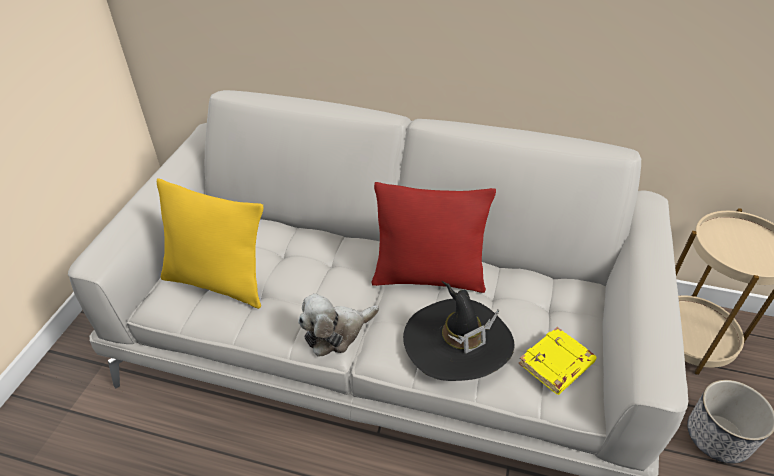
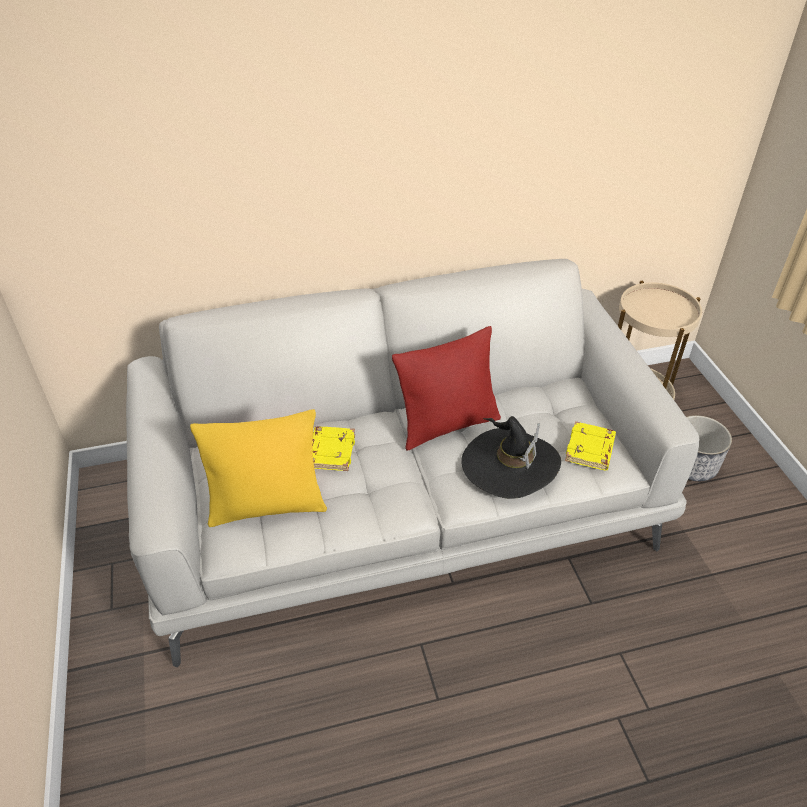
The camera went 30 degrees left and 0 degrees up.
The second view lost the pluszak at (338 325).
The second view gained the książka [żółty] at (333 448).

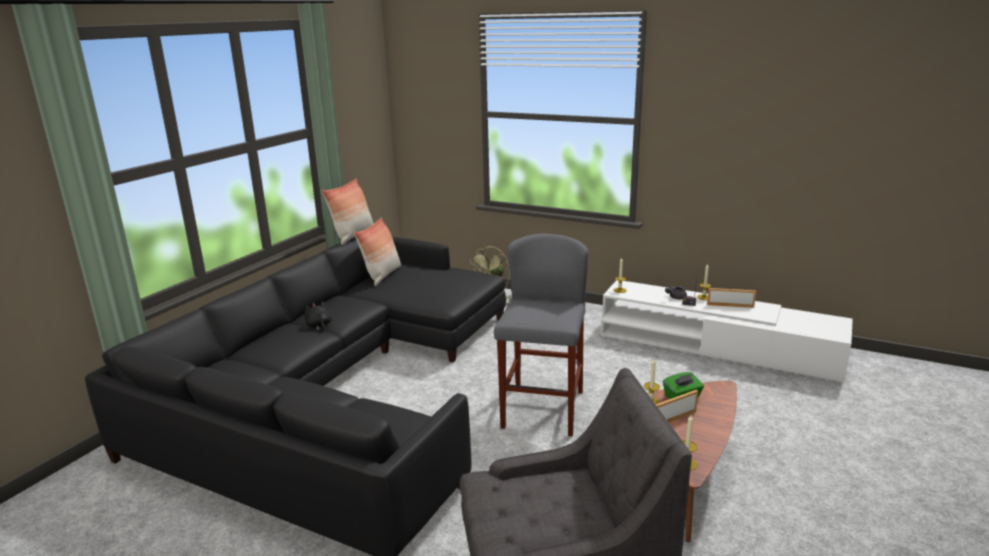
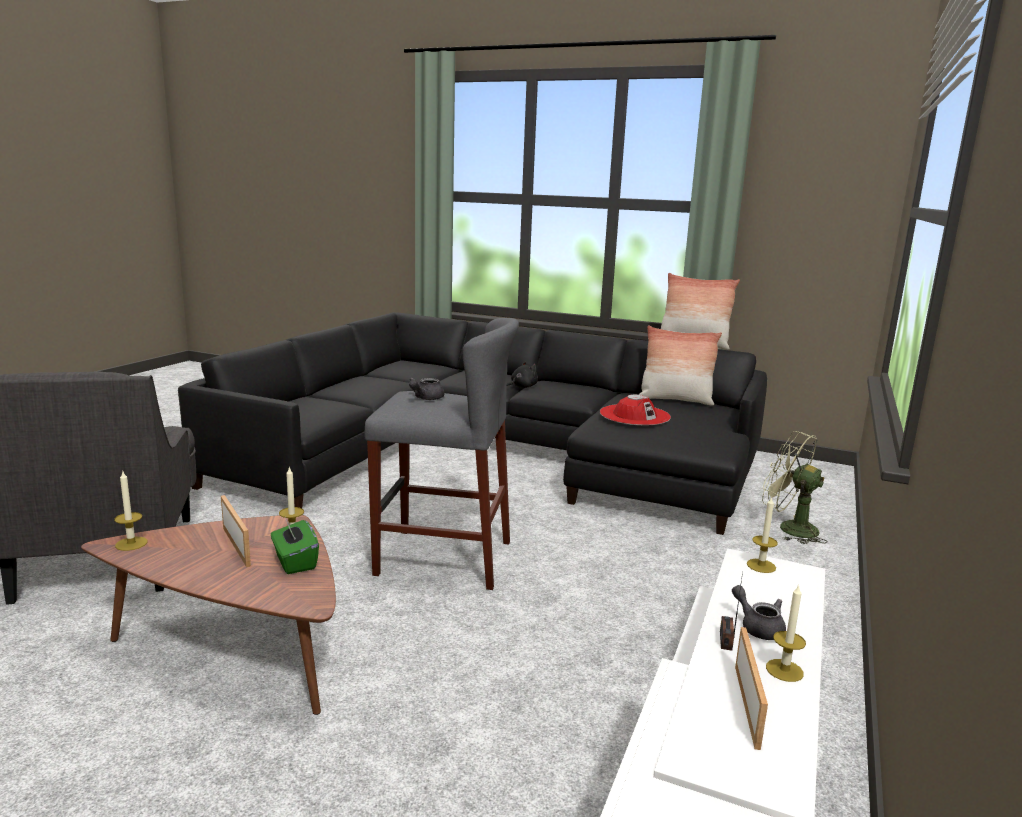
The camera went 85 degrees right and 5 degrees down.
The second view gained the imbryk [szary] at (427 389).
The second view gained the kapelusz [czerwony] at (635 410).

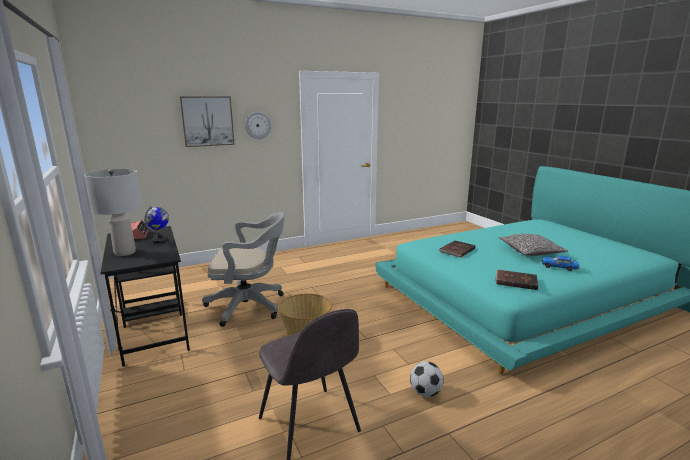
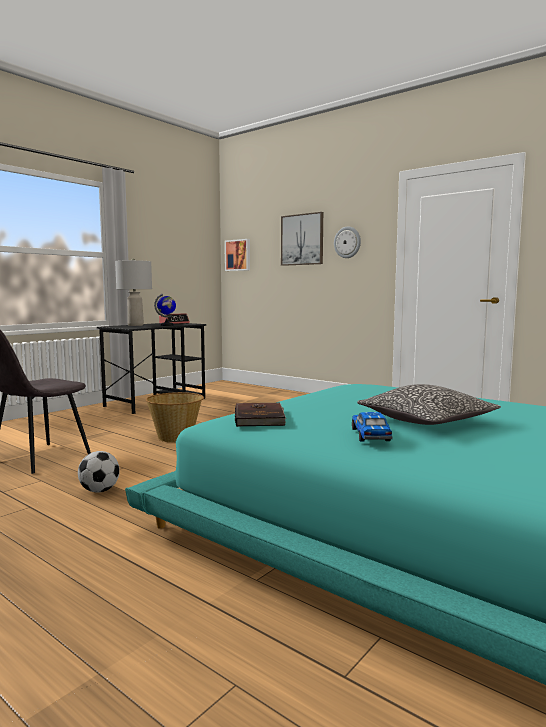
The camera went 65 degrees right and 10 degrees down.
The second view lost the krzesło biurowe [szary] at (243 269).
The second view lost the książka [brązowy] at (456 249).
The second view gained the obraz at (237 255).

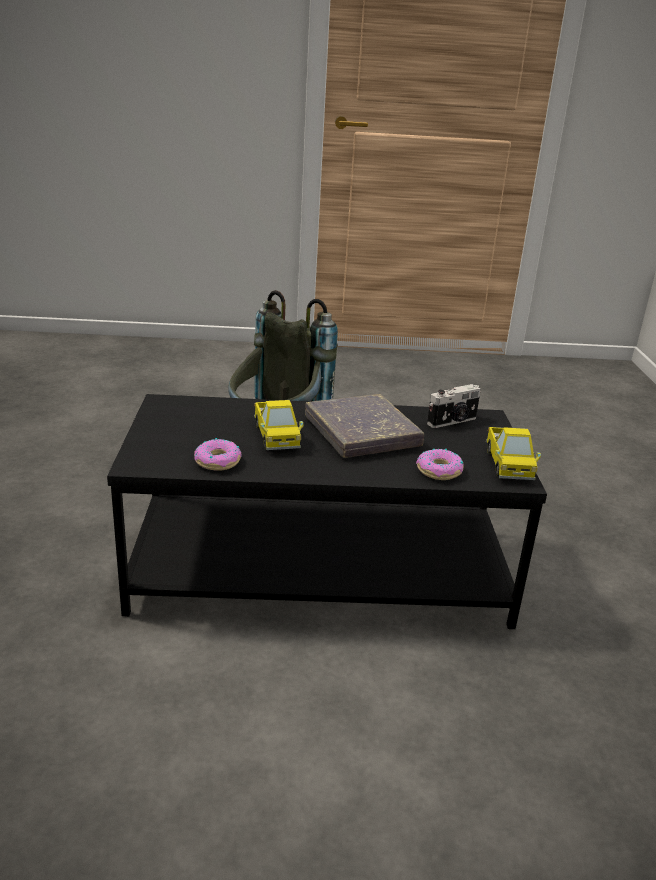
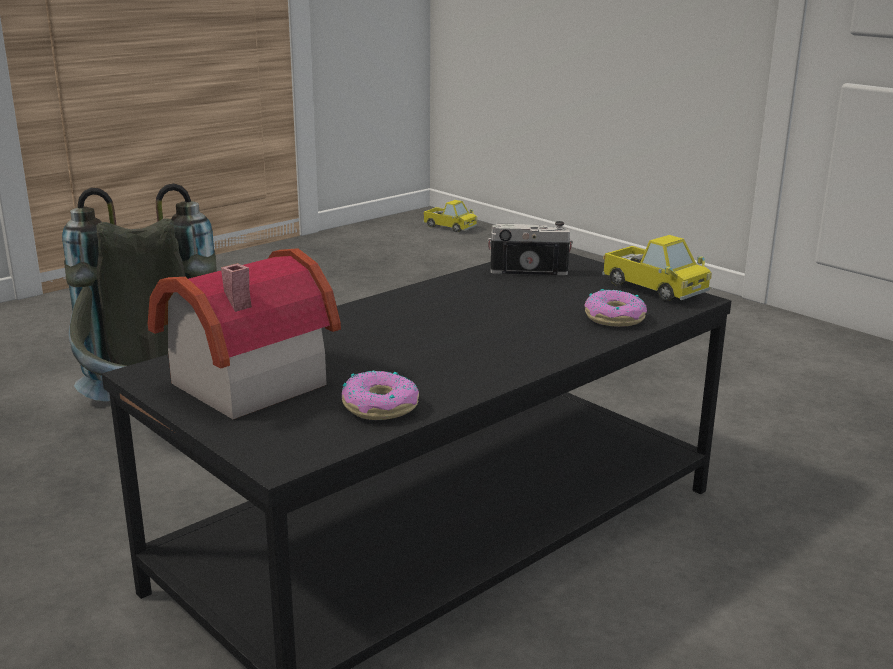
The camera went 40 degrees left and 5 degrees down.
The ciężarówka zabawkowa ended up elsewhere, having gone from (278 425) to (450 216).
The second view lost the książka [szary] at (364 426).
The aparat fotograficzny at (453 406) ended up facing another way, 105 degrees counterclockwise from before.
The second view gained the domek at (244 333).

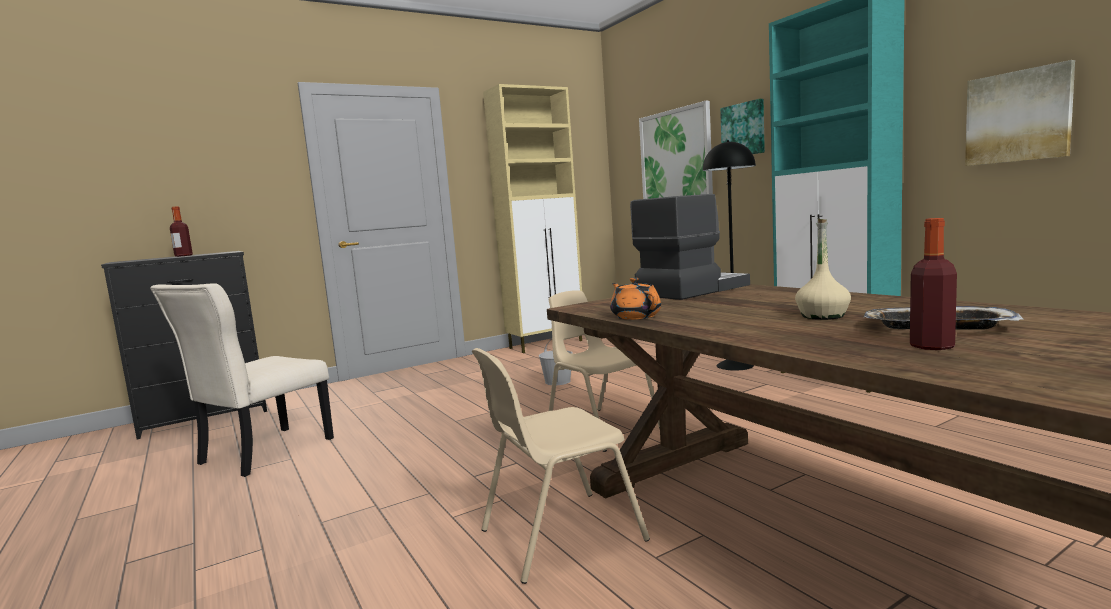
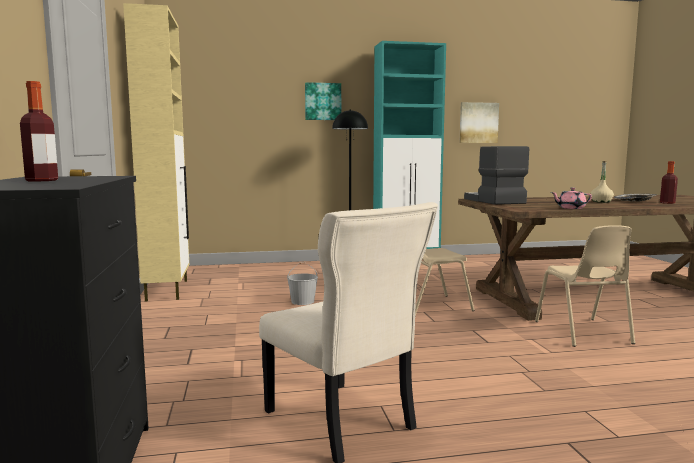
The camera went 70 degrees left and 0 degrees up.
What was the imbryk [pomarańczowy] at (635 299) turned into the imbryk [różowy] at (571 198).
The second view lost the obraz at (676 150).

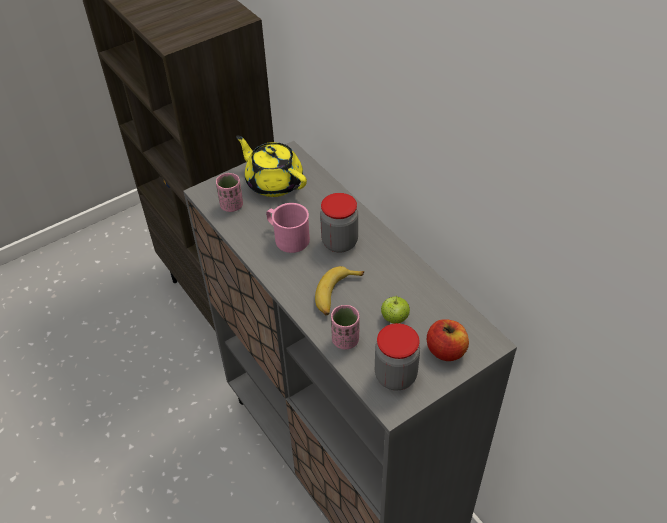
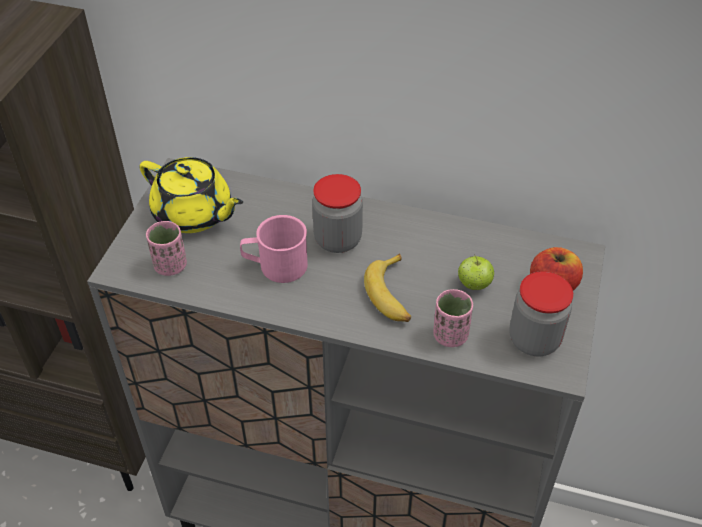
The camera went 40 degrees left and 0 degrees up.
The imbryk [żółty] at (271 166) ended up facing another way, 150 degrees counterclockwise from before.

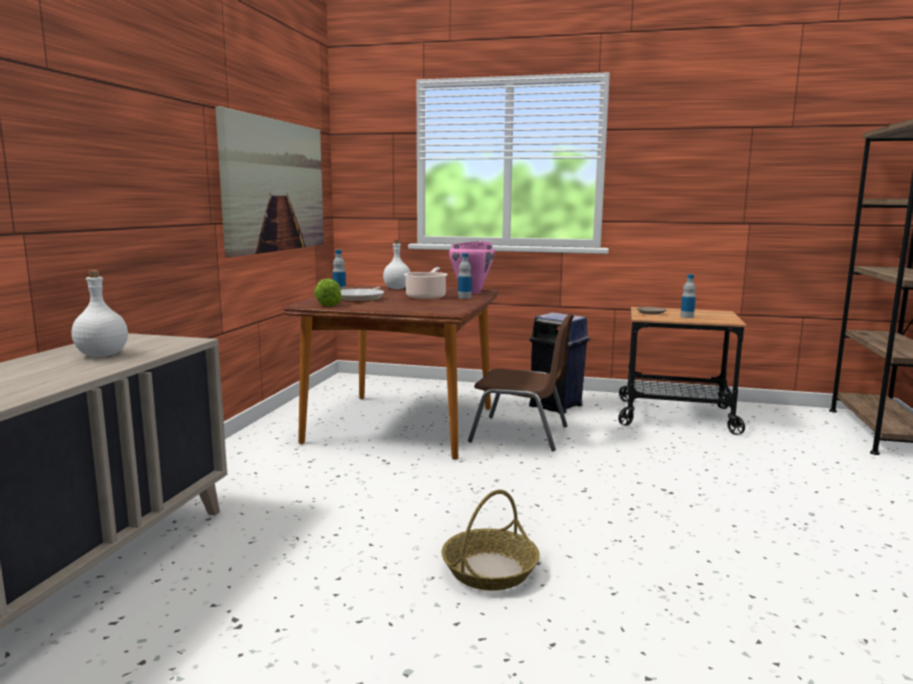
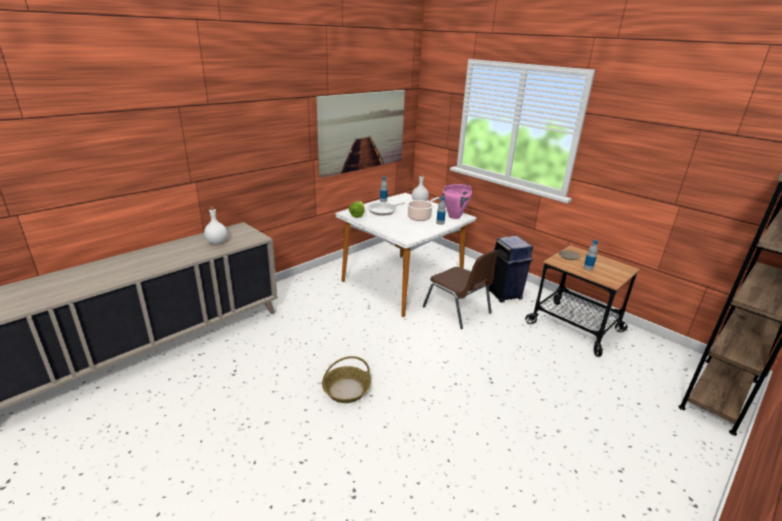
The camera went 30 degrees right and 15 degrees up.
What was the stół jadalny [brązowy] at (391 372) turned into the stół jadalny [biały] at (406 255).

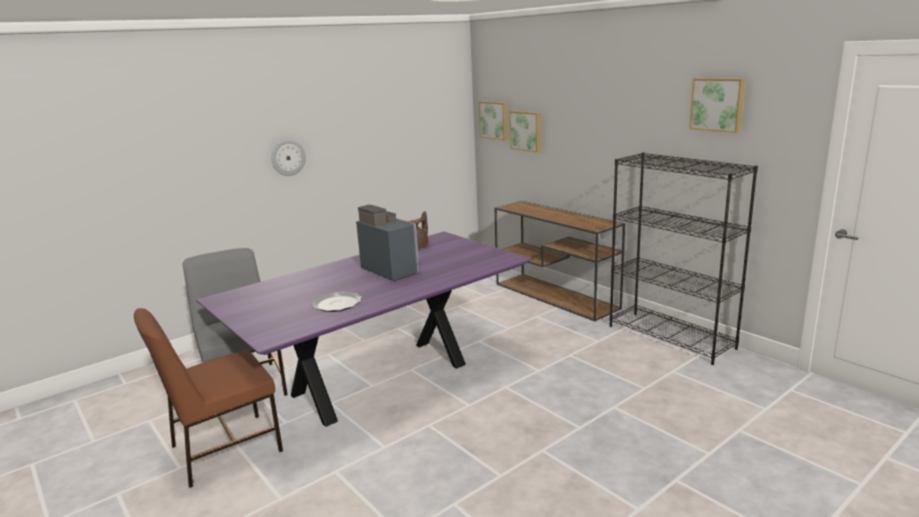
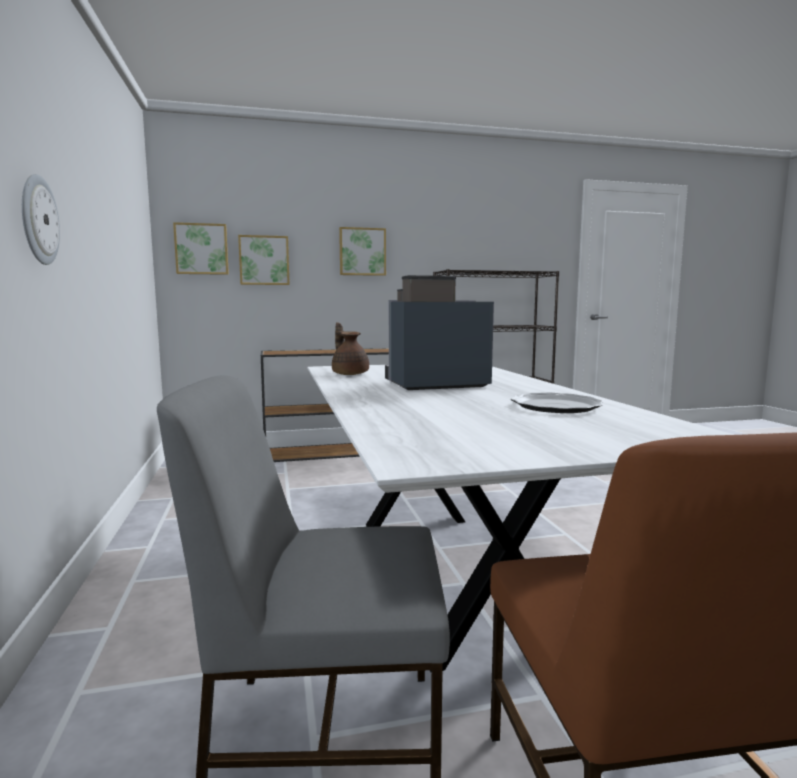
The camera went 65 degrees left and 10 degrees down.
What was the stół jadalny [fioletowy] at (363 329) turned into the stół jadalny [biały] at (520 518).
The obraz ended up elsewhere, having gone from (717 105) to (362 251).

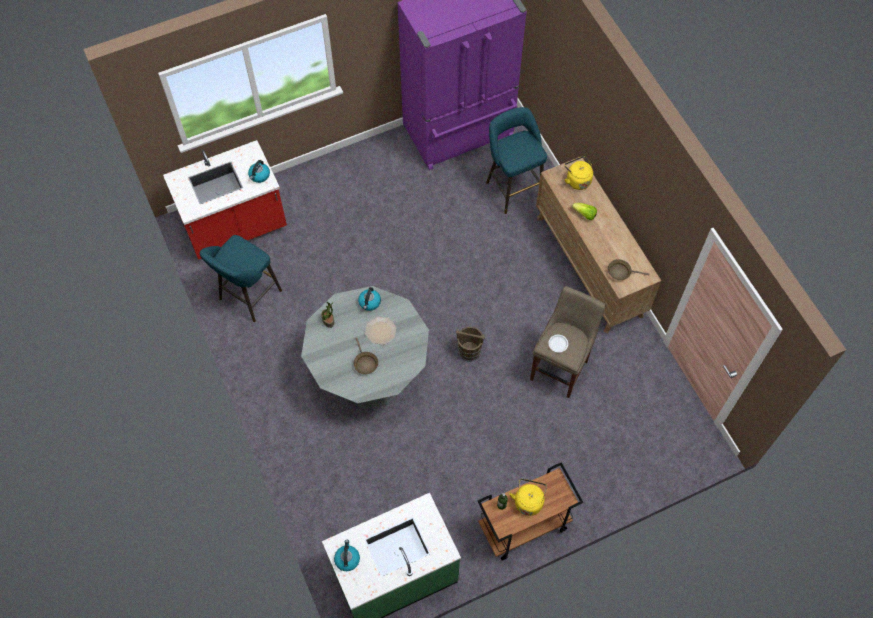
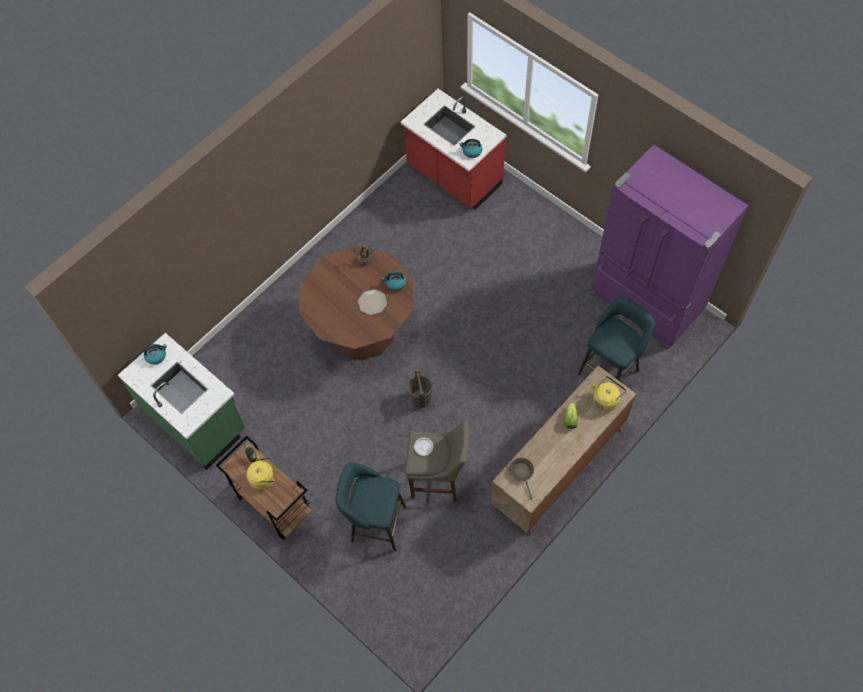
The camera went 70 degrees right and 0 degrees up.
The stołek [turkusowy] ended up elsewhere, having gone from (241 278) to (371 506).
What was the stół jadalny [szary] at (365 347) turned into the stół jadalny [brązowy] at (356 303).
The second view lost the patelnia [brązowy] at (366 355).

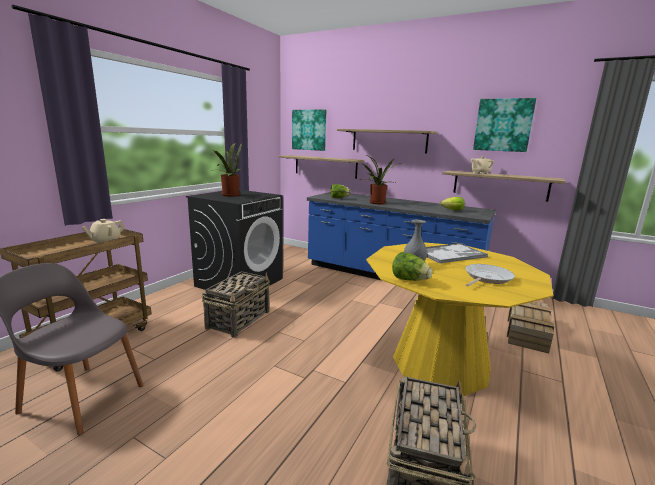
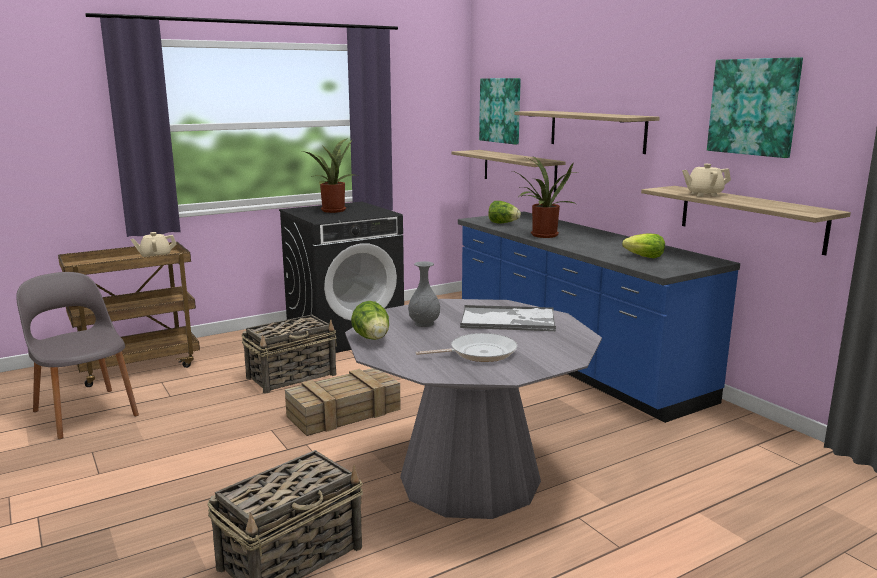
The camera went 30 degrees right and 0 degrees up.
What was the stół jadalny [żółty] at (459 319) turned into the stół jadalny [szary] at (473 409).
The skrzynka ended up elsewhere, having gone from (530 327) to (343 402).

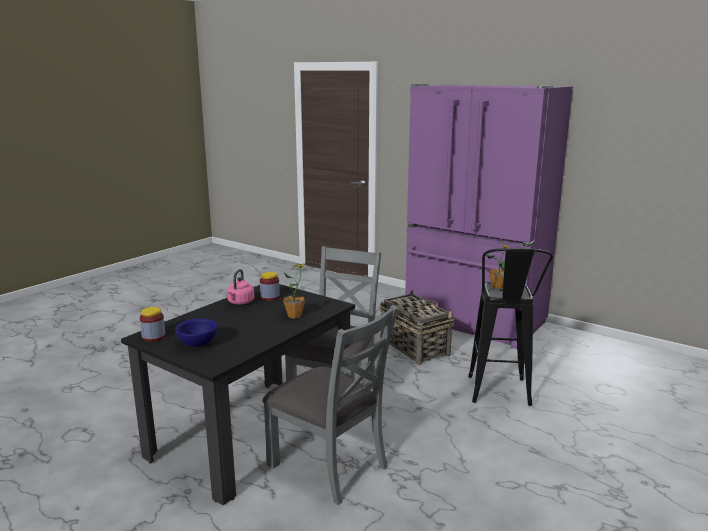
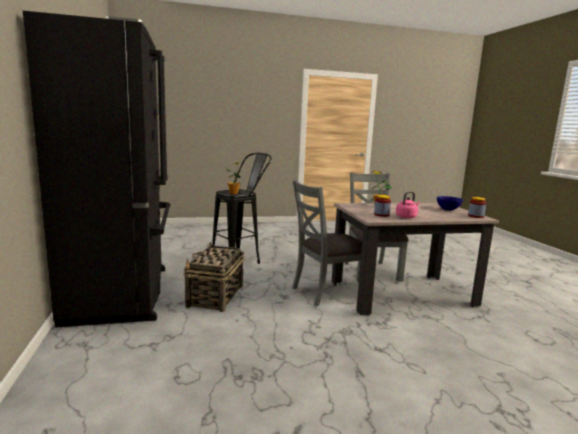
The camera went 140 degrees left and 5 degrees down.
What was the stół jadalny [czarny] at (238 395) turned into the stół jadalny [beżowy] at (415 259).
What was the lodówka [fioletowy] at (489 216) turned into the lodówka [czarny] at (96 169).

